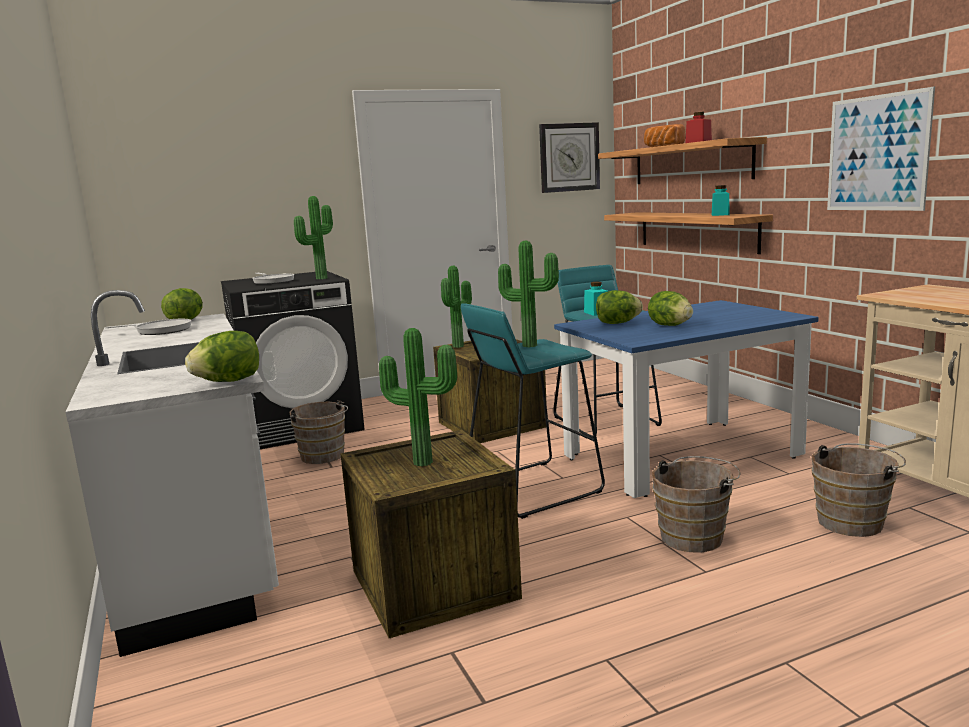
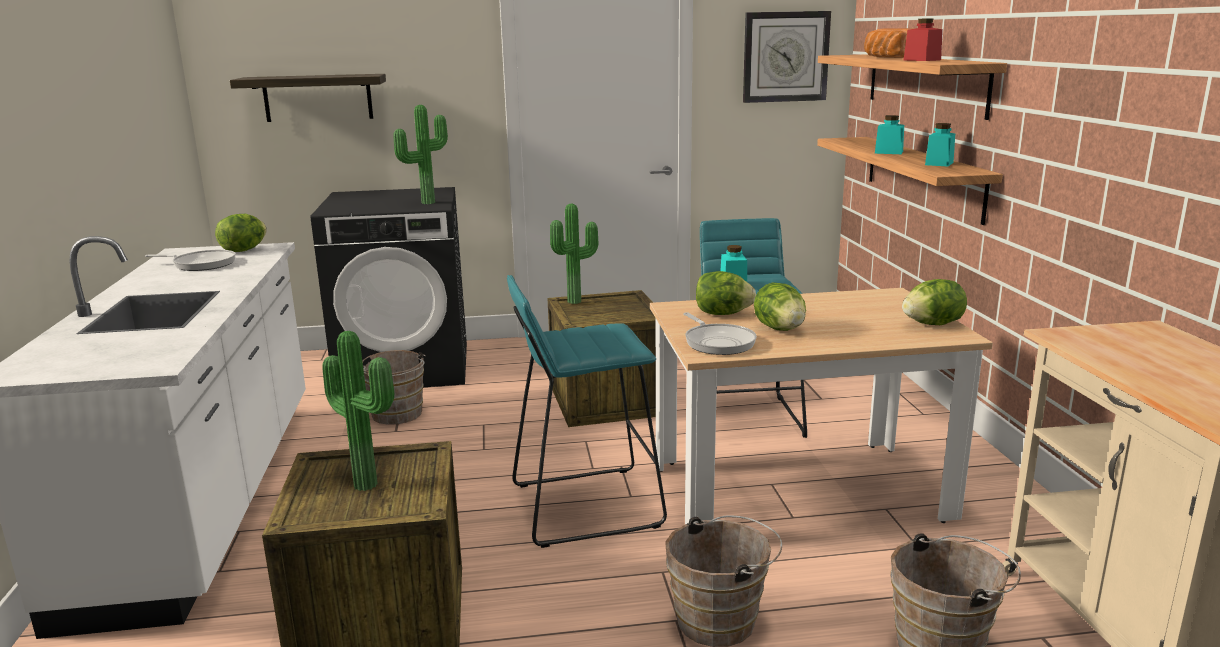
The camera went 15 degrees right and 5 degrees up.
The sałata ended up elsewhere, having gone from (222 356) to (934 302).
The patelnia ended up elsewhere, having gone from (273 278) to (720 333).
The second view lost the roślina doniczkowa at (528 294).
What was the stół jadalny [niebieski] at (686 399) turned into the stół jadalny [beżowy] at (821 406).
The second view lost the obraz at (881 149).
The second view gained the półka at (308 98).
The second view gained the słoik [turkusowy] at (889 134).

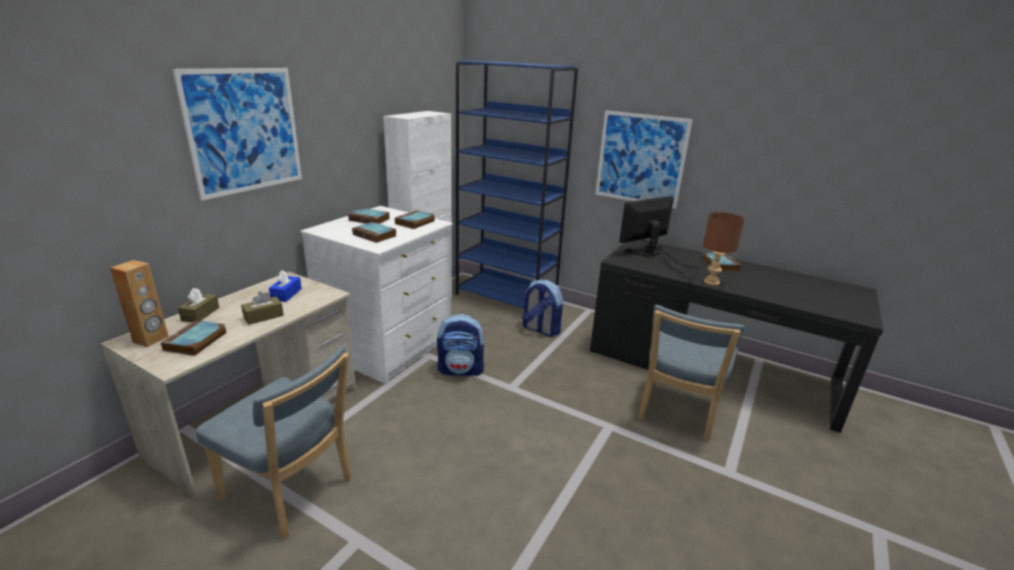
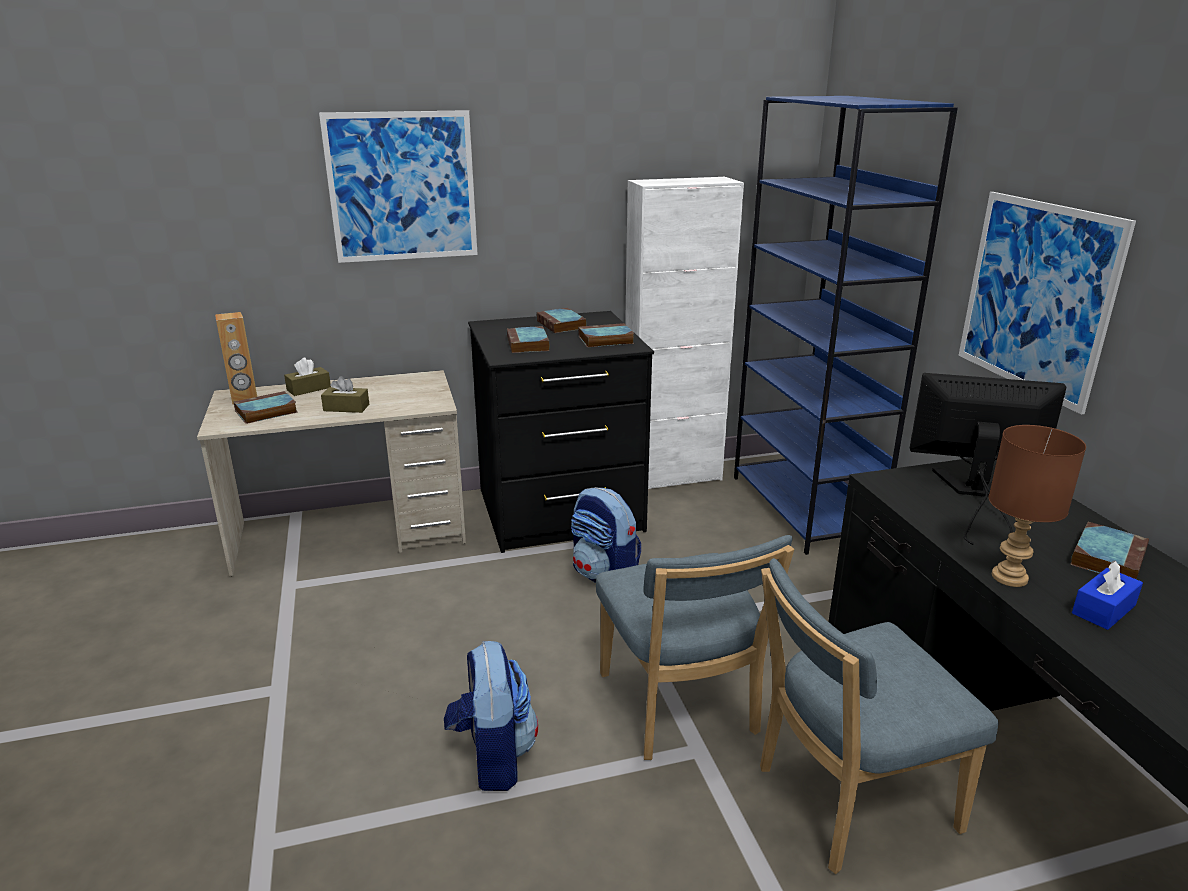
The camera went 45 degrees right and 0 degrees up.
The krzesło [niebieski] ended up elsewhere, having gone from (274 442) to (695 647).
The pudełko chusteczek [niebieski] ended up elsewhere, having gone from (285 286) to (1107 595).
What was the komoda [biały] at (376 295) turned into the komoda [czarny] at (561 432).
The plecak ended up elsewhere, having gone from (542 308) to (491 716).

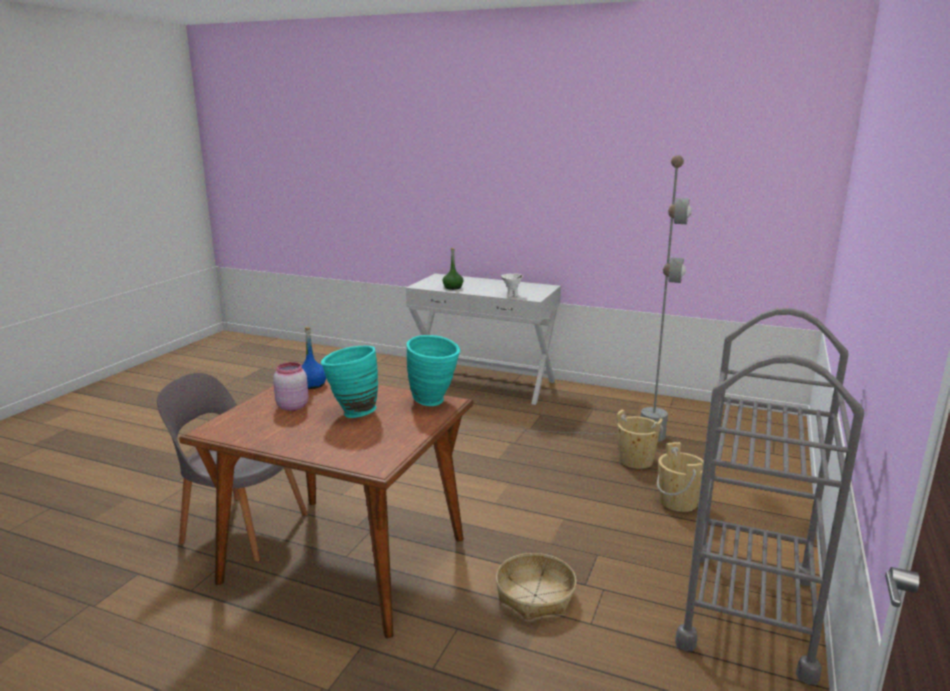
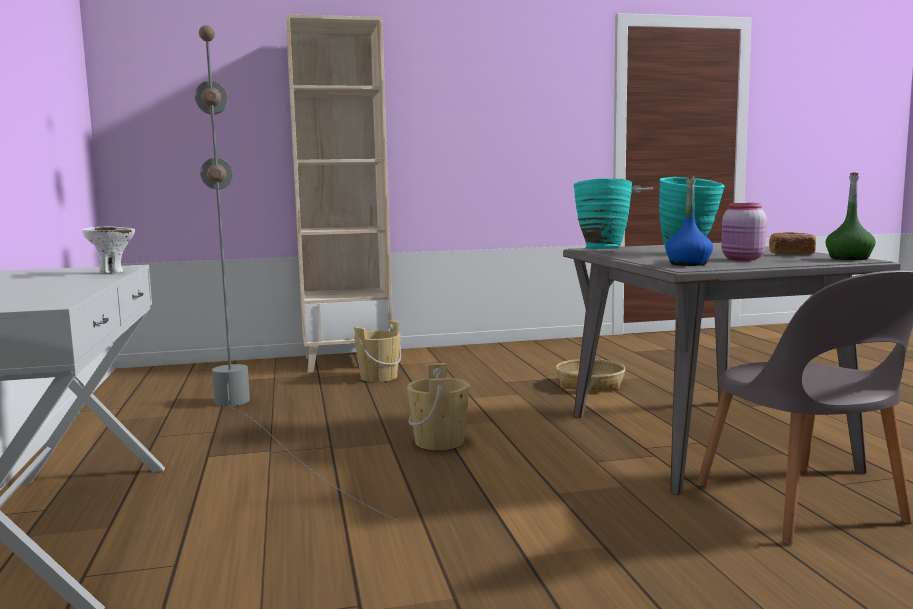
The camera went 125 degrees left and 10 degrees down.
What was the stół jadalny [brązowy] at (326 508) turned into the stół jadalny [szary] at (732 369).
The butelka [zielony] ended up elsewhere, having gone from (453 269) to (850 216).
The wiadro [beżowy] ended up elsewhere, having gone from (640 439) to (438 407).
The second view lost the wózek [szary] at (769 496).
The second view gained the regał [beżowy] at (339 193).
The second view gained the chleb at (792 243).

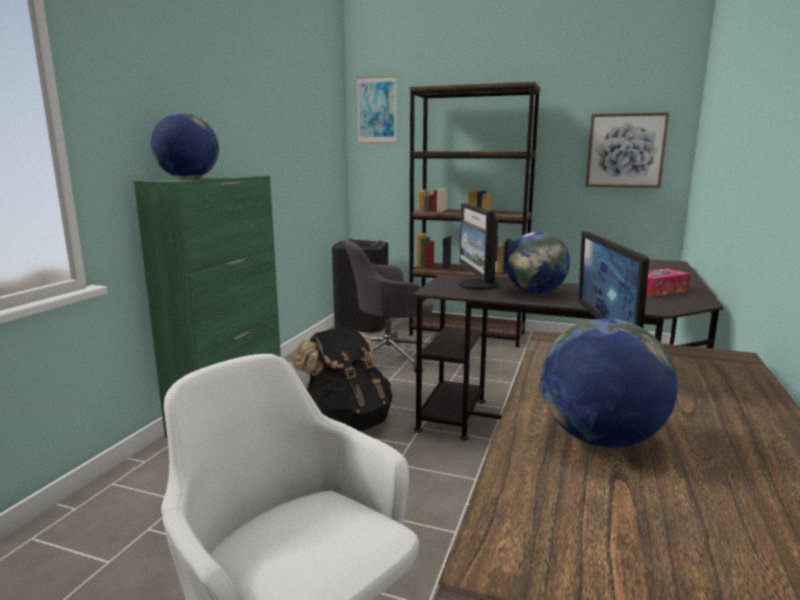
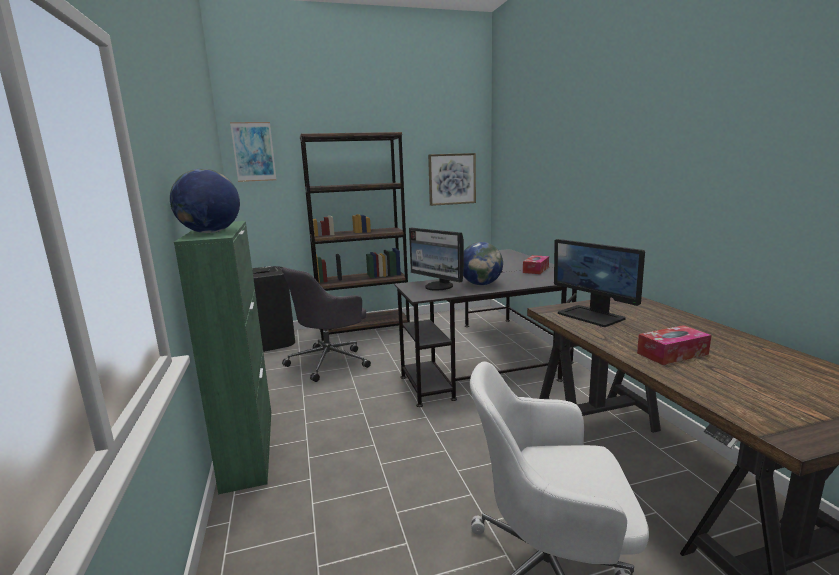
The camera went 35 degrees left and 0 degrees up.
The second view lost the plecak [czarny] at (342 378).
Where the globus stood at (609 383), the pudełko chusteczek came to stand at (674 345).

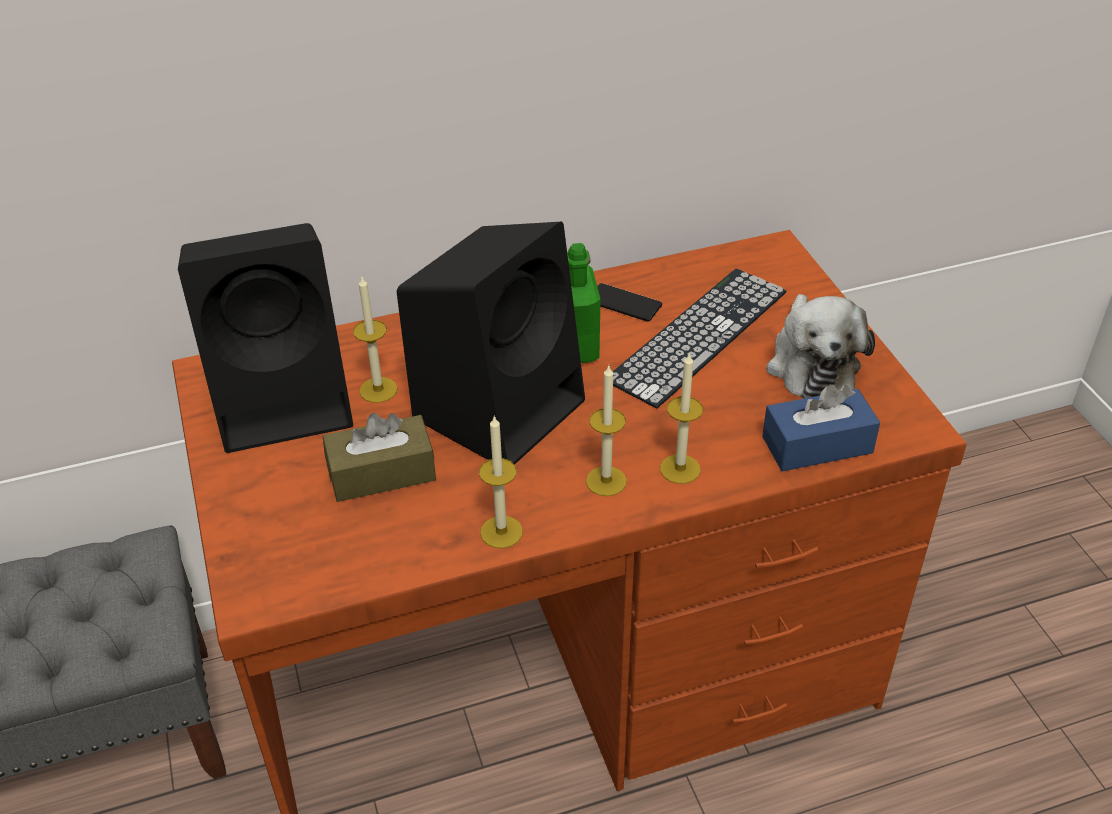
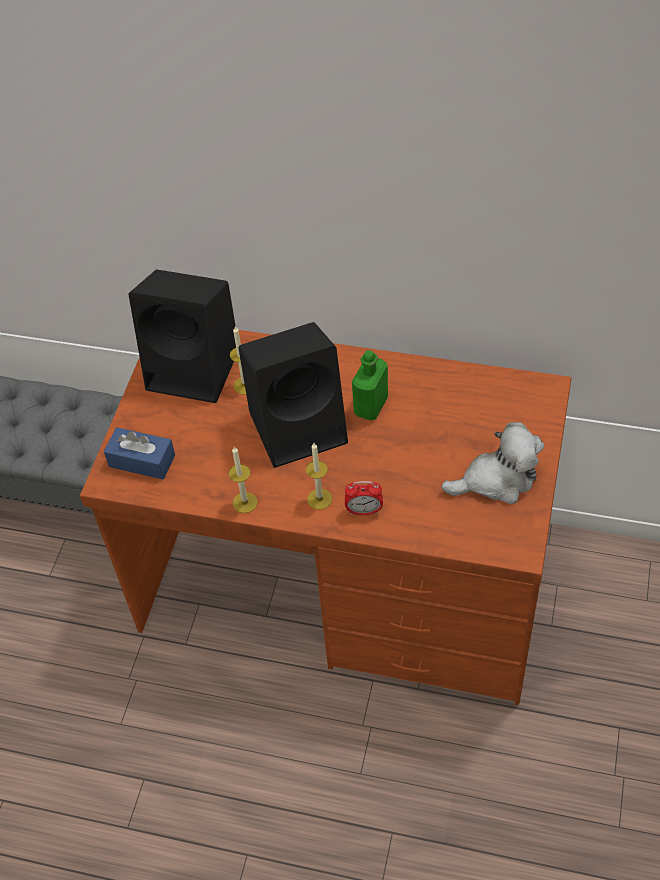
The camera went 35 degrees right and 10 degrees up.
The second view lost the pudełko chusteczek [brązowy] at (379 457).
The second view lost the telefon at (629 302).
The second view lost the klawiatura at (700 338).
Where the świeca stood at (681 418), the budzik came to stand at (364 498).
The pudełko chusteczek [niebieski] ended up elsewhere, having gone from (821 427) to (139 453).
The pluszak at (820 346) ended up facing another way, 135 degrees counterclockwise from before.

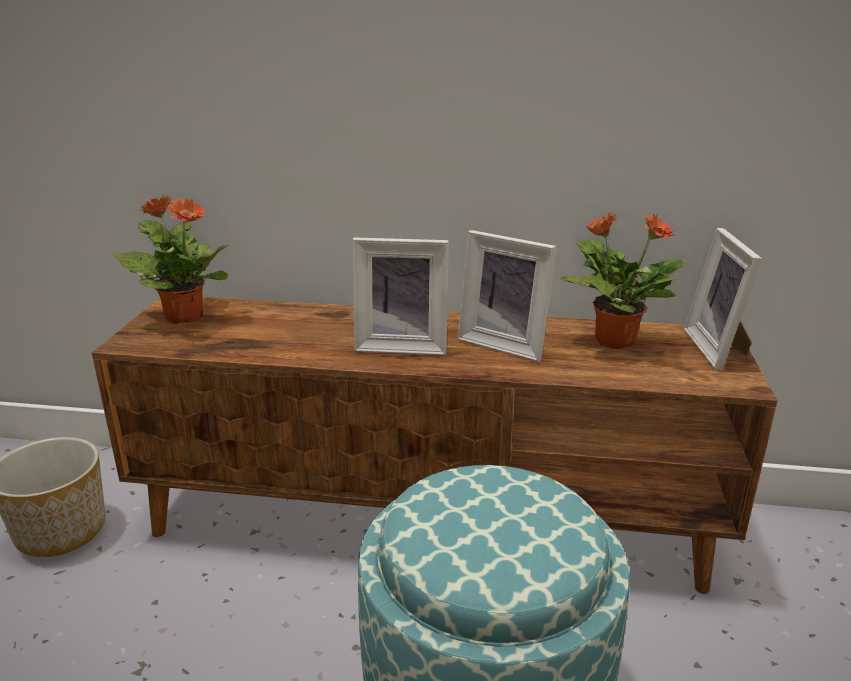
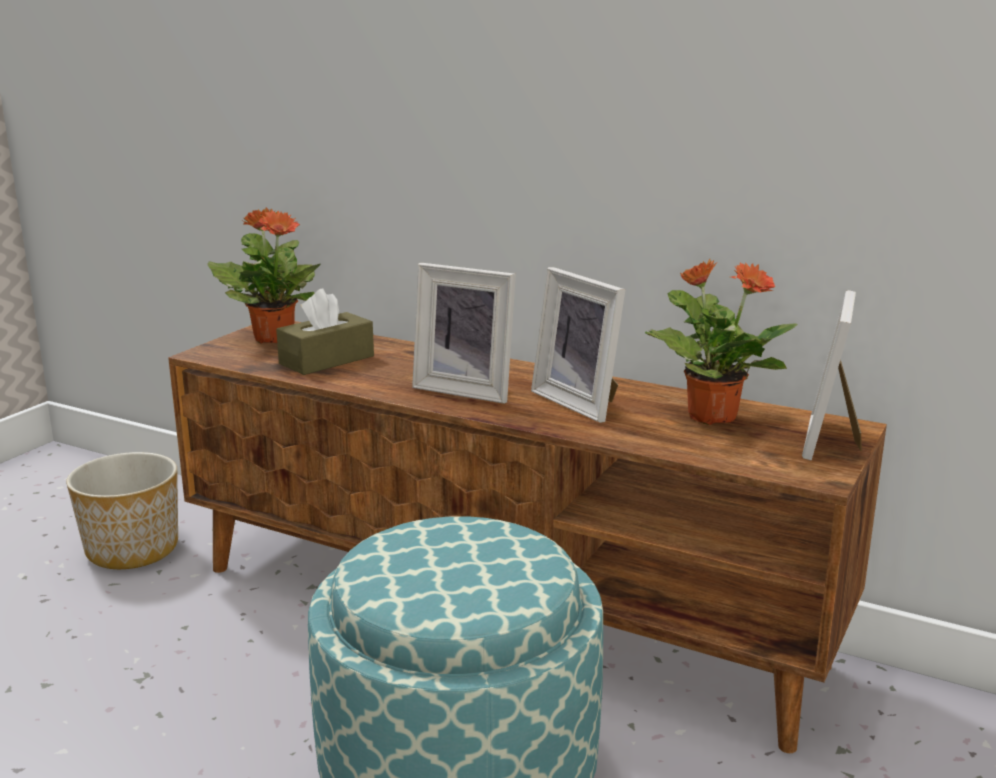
The camera went 20 degrees right and 5 degrees down.
The second view gained the pudełko chusteczek [brązowy] at (325 332).

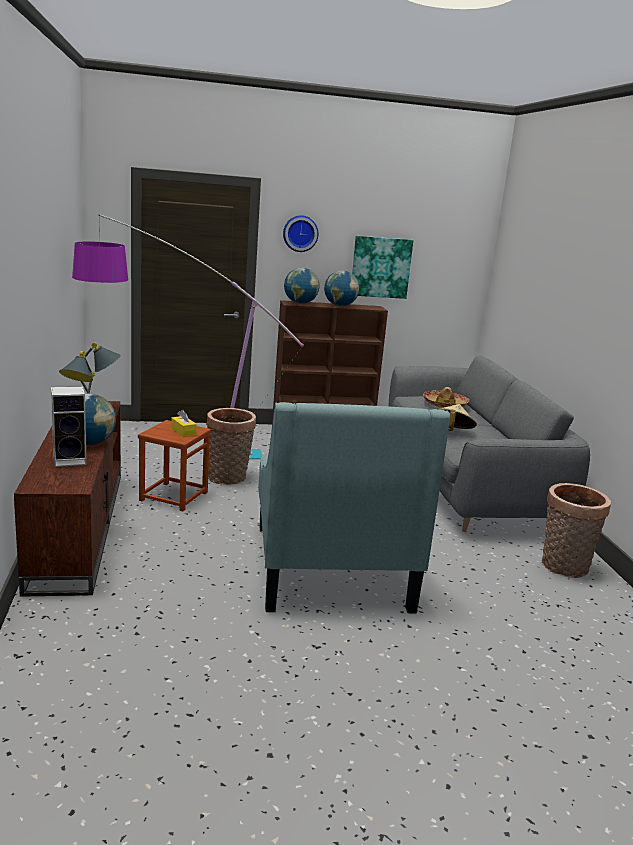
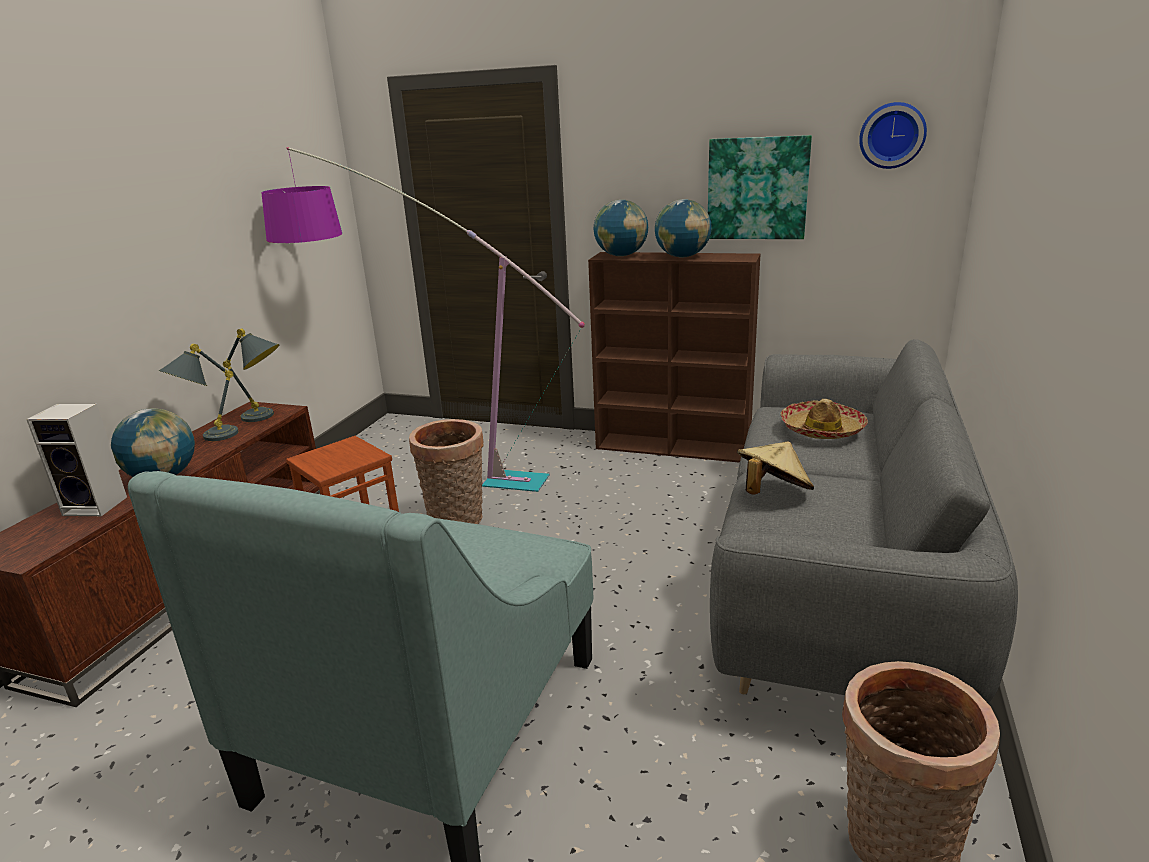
The camera went 30 degrees right and 5 degrees up.
The second view lost the pudełko chusteczek [żółty] at (184 423).
The zegar ścienny ended up elsewhere, having gone from (301 233) to (893 135).

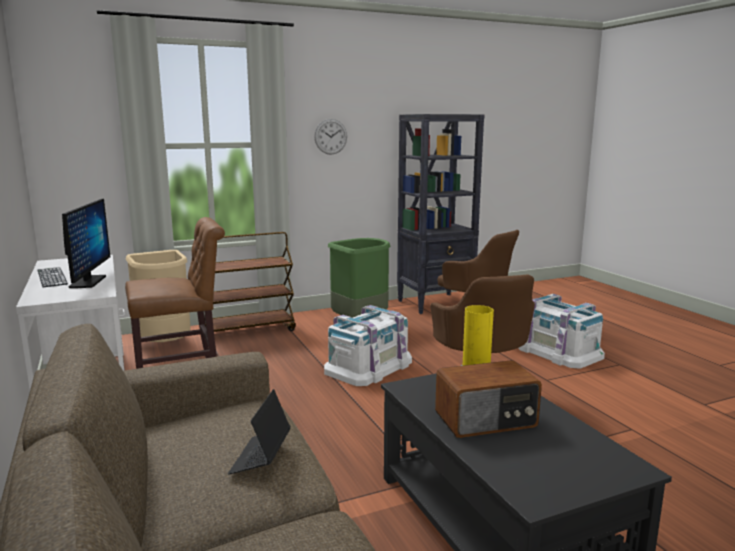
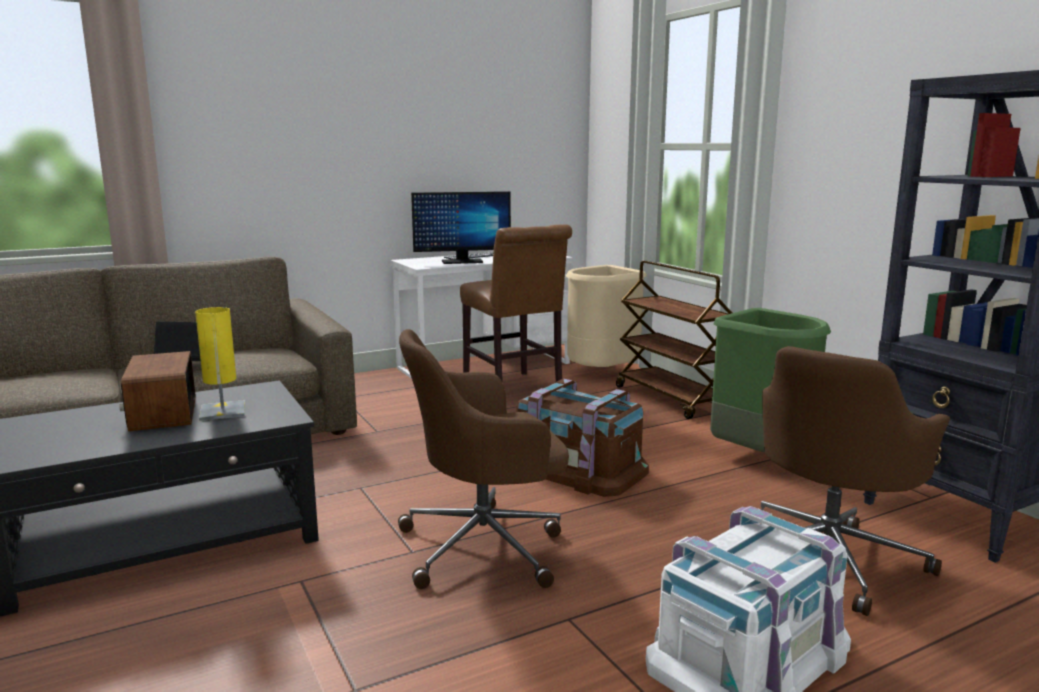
The camera went 85 degrees right and 0 degrees up.
The second view lost the zegar ścienny at (330 137).
What was the pojemnik do przechowywania [biały] at (368 345) turned into the pojemnik do przechowywania [brązowy] at (583 438).

